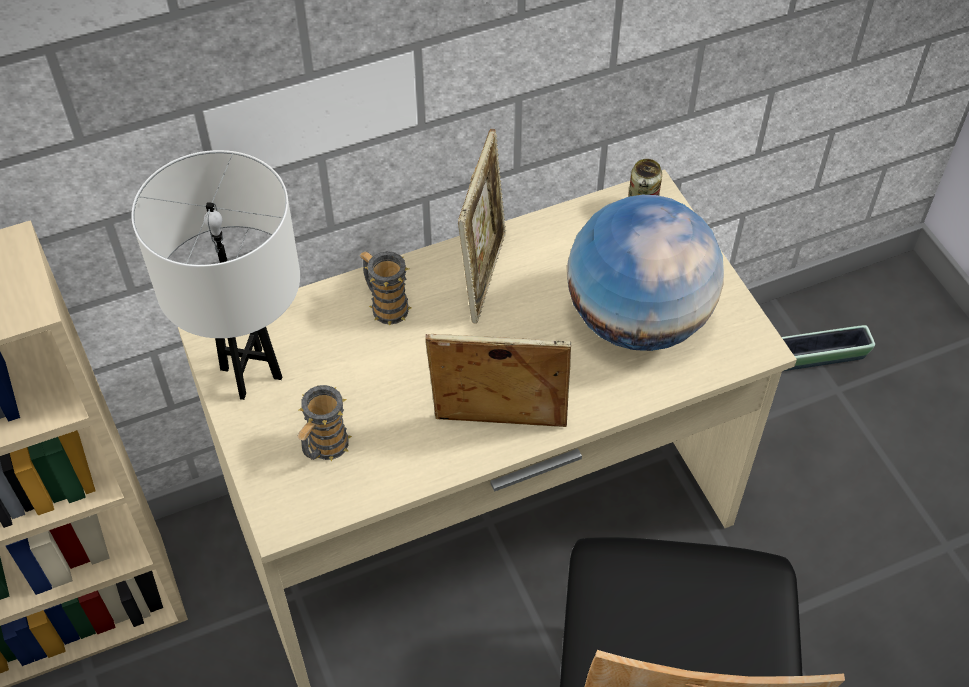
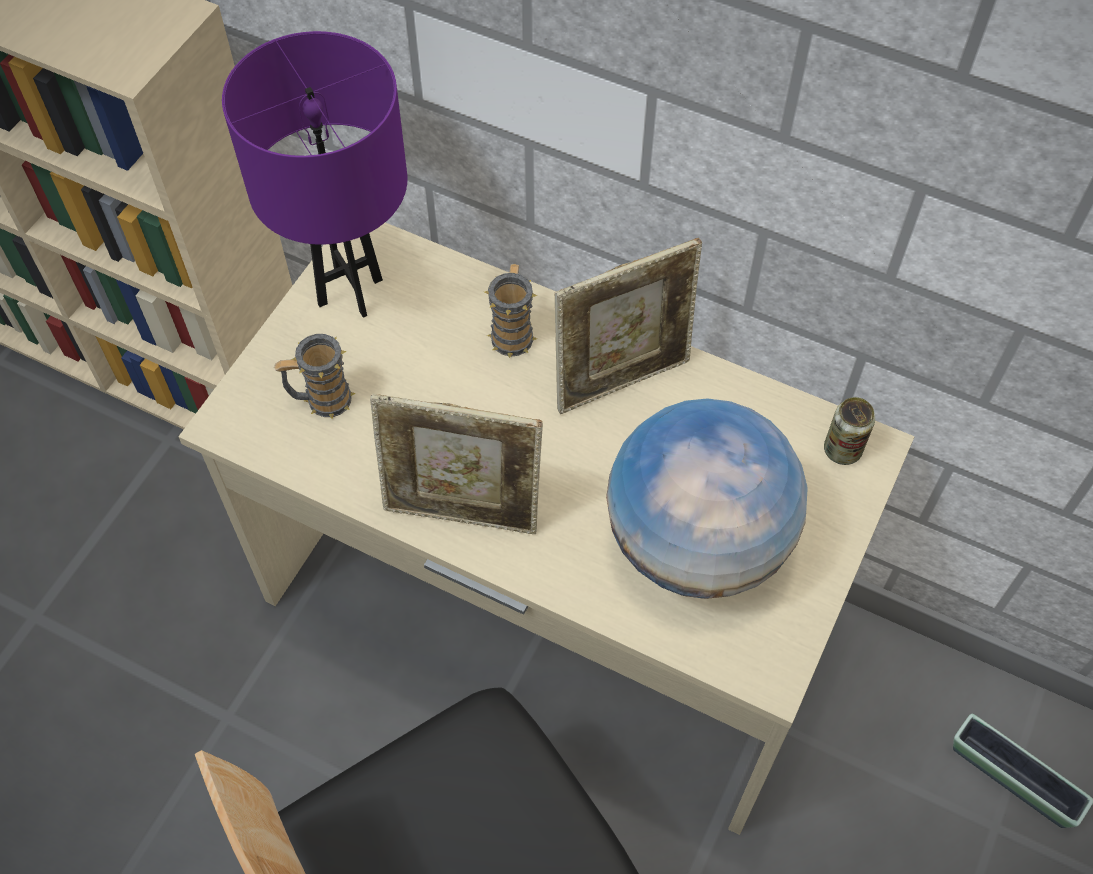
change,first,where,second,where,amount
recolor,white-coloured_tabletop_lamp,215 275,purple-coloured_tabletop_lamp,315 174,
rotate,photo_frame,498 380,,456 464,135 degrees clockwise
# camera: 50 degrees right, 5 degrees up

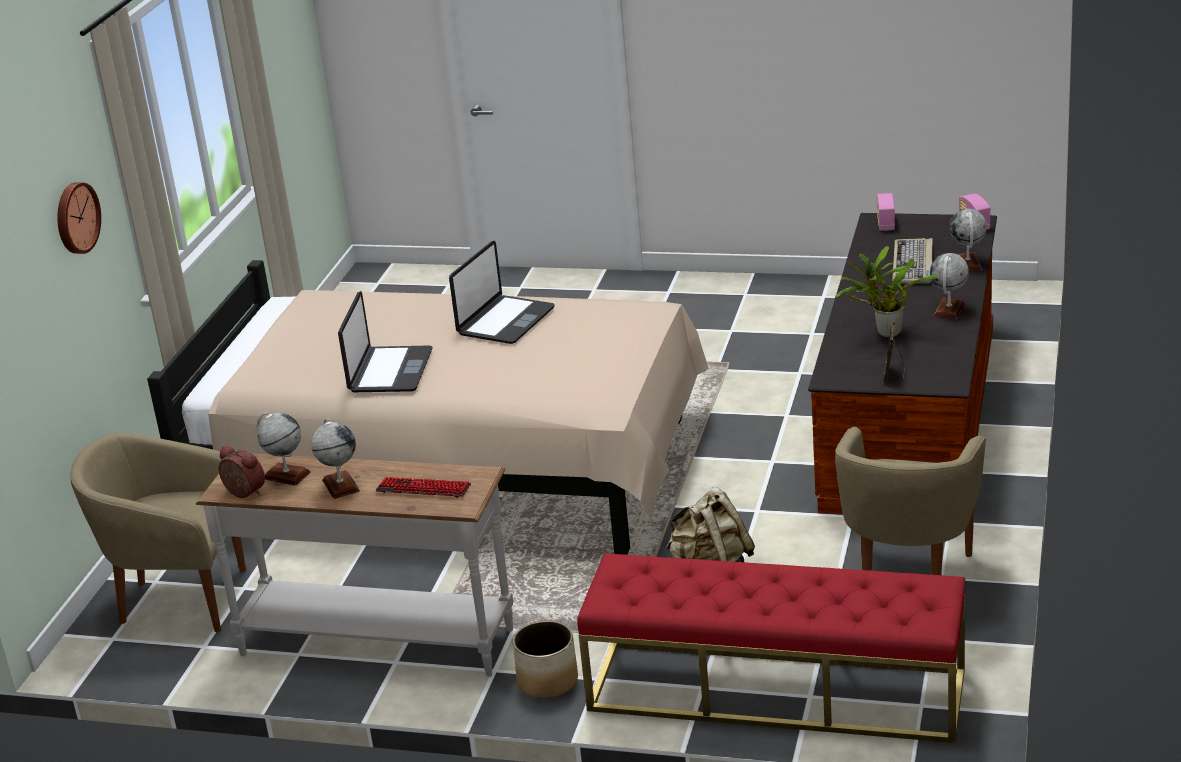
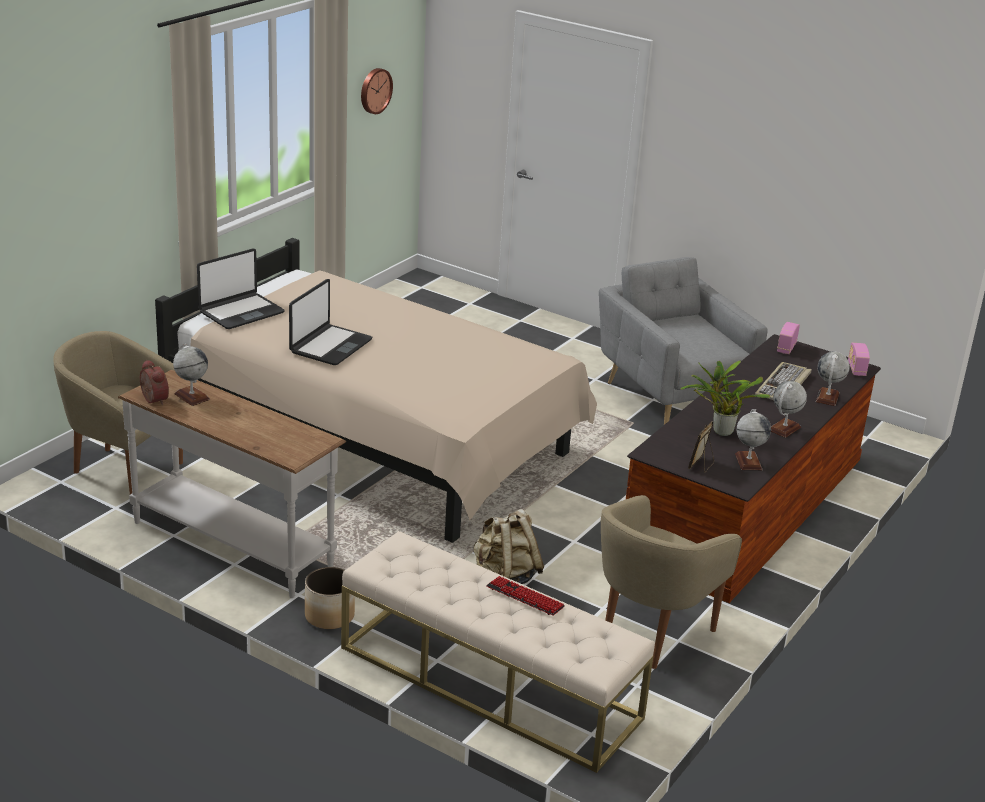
change,first,where,second,where,amount
move,notebook_computer,502 292,,241 289,
recolor,red_indoor_bench,771 648,sand-coloured_indoor_bench,498 652,
move,clock_on_the_wall,79 218,,377 91,
move,computer_keyboard,423 487,,525 596,
insert,,,greyish_lounge_chair,683 341,
move,world_globe,335 459,,753 439,
# camera: 15 degrees right, 0 degrees up

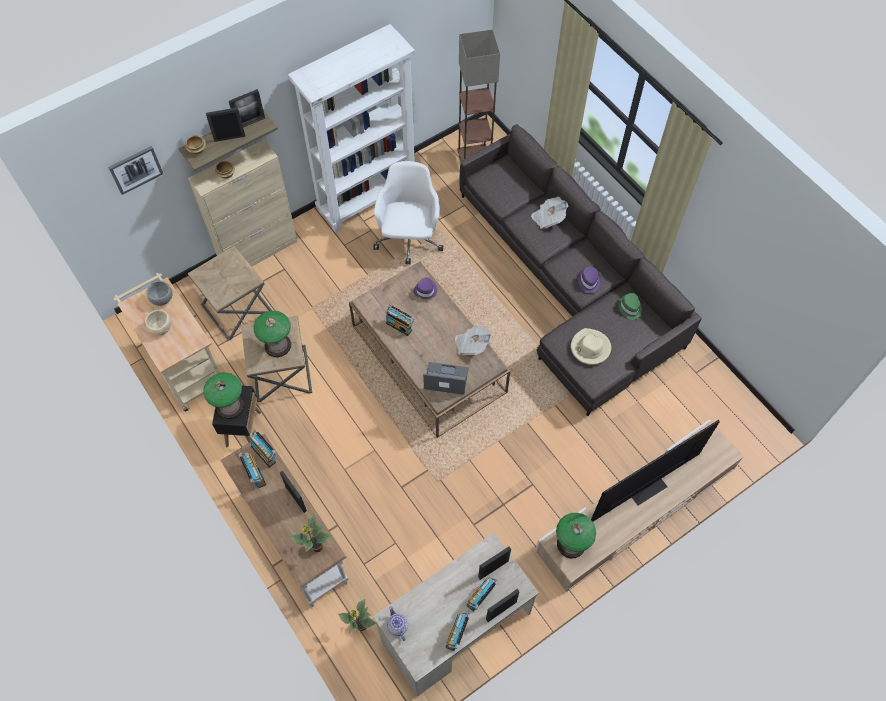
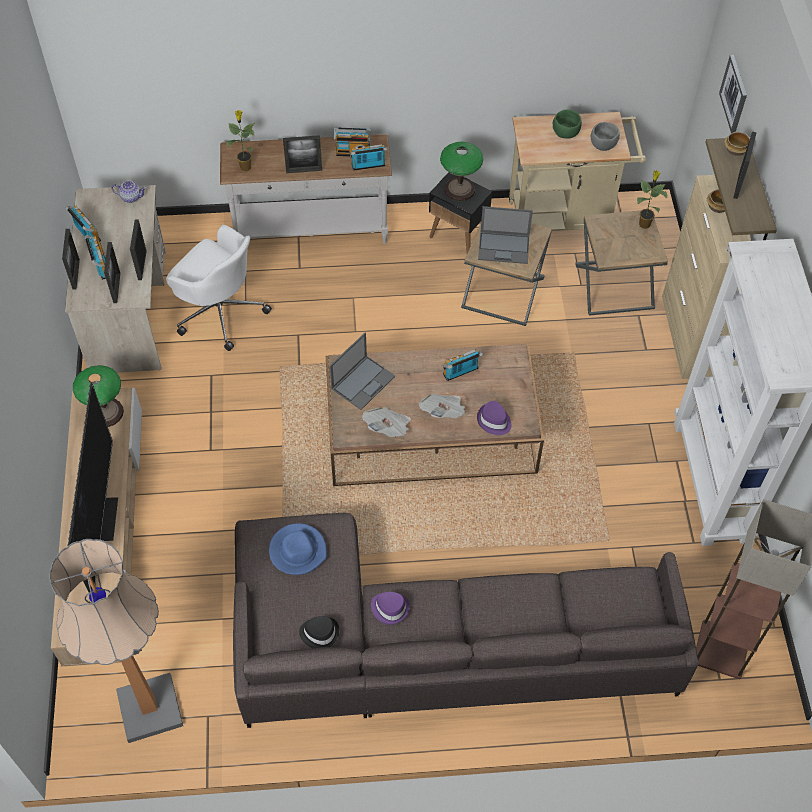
change,first,where,second,where,amount
insert,,,floor_lamp,116 641,
move,photo_frame,247 108,,138 250,
move,white-coloured_computer_chair,408 212,,219 288,
recolor,sand-coloured_wearable_hat,591 346,blue-coloured_wearable_hat,298 549,
recolor,green_wearable_hat,630 306,black_wearable_hat,319 632,
move,daily_paper,549 213,,442 405,
replace,tabletop_lamp,272 334,notebook_computer,505 235,
recolor,sand-coloured_bowl,158 322,green_bowl,567 124,
move,potted_plant,357 615,,652 199,
# camera: 120 degrees right, 5 degrees down

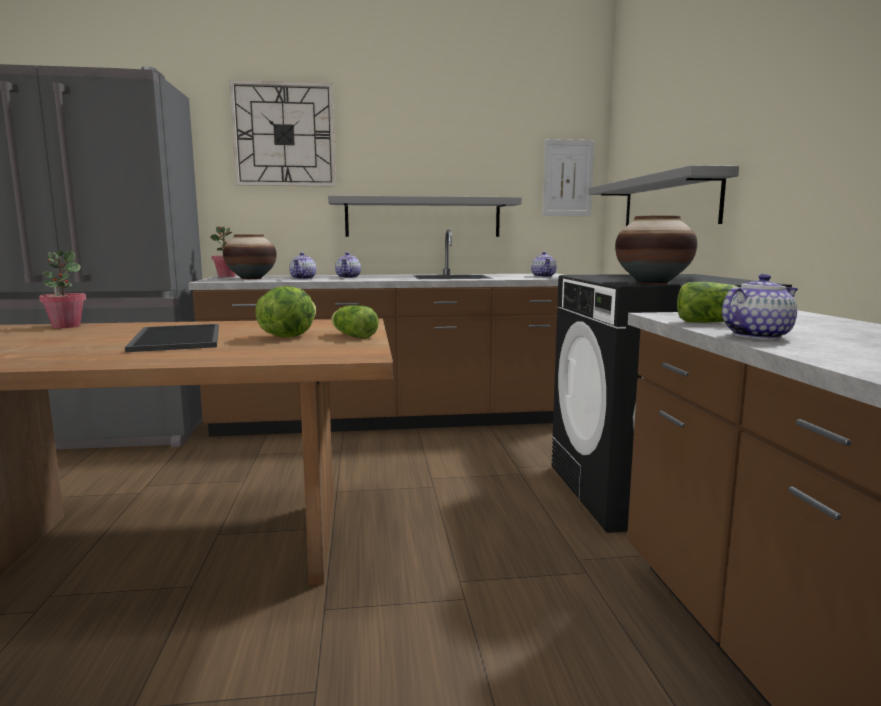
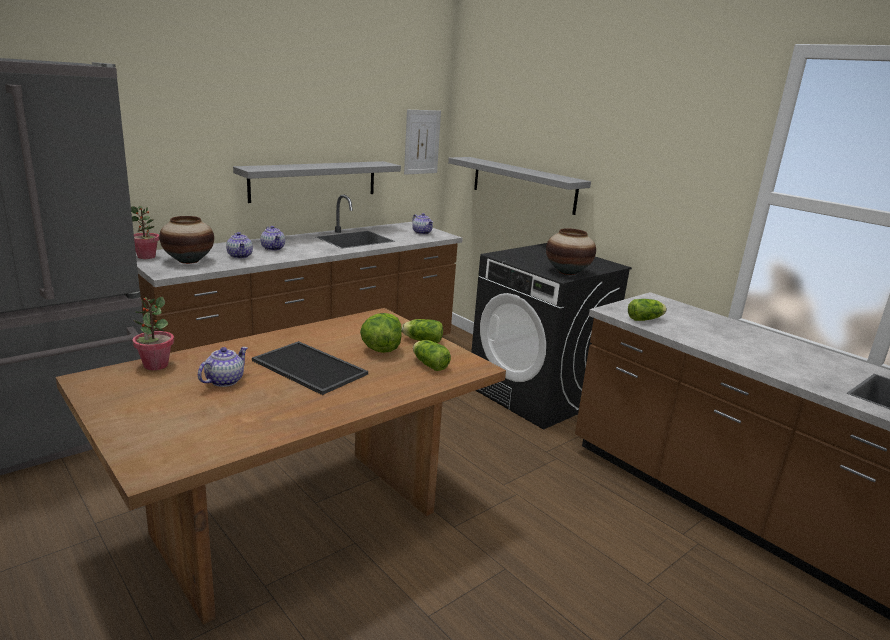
change,first,where,second,where,amount
move,tea_pot,760 307,,223 367,
insert,,,head_of_lettuce,432 355,
delete,clock_on_the_wall,282 133,,,
# camera: 35 degrees left, 10 degrees up

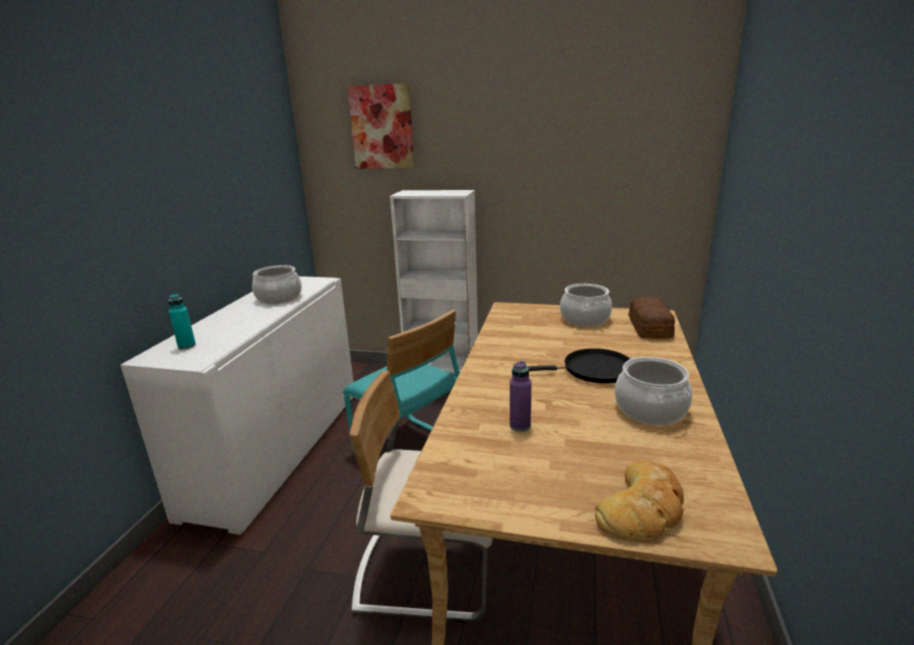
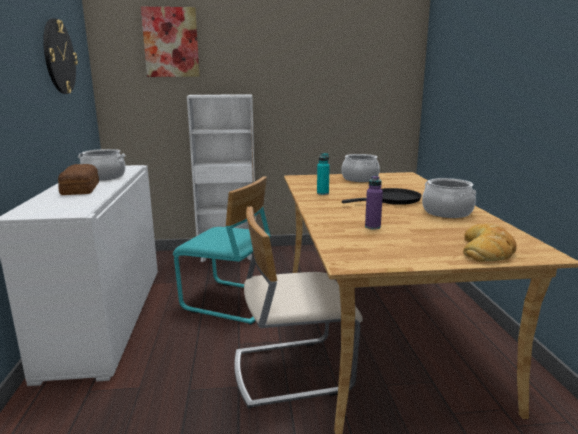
change,first,where,second,where,amount
insert,,,clock_on_the_wall,60 56,
move,bread,652 318,,78 179,
move,blue-green_beverage_bottle,182 321,,323 174,
# camera: 20 degrees left, 5 degrees down

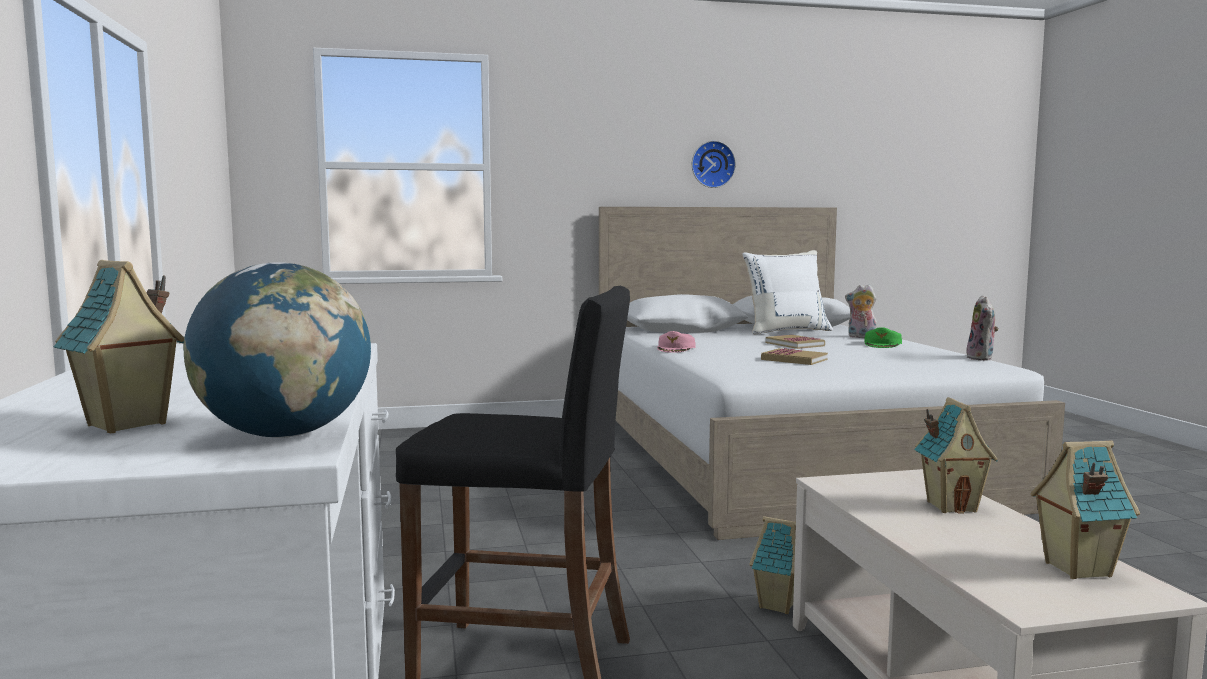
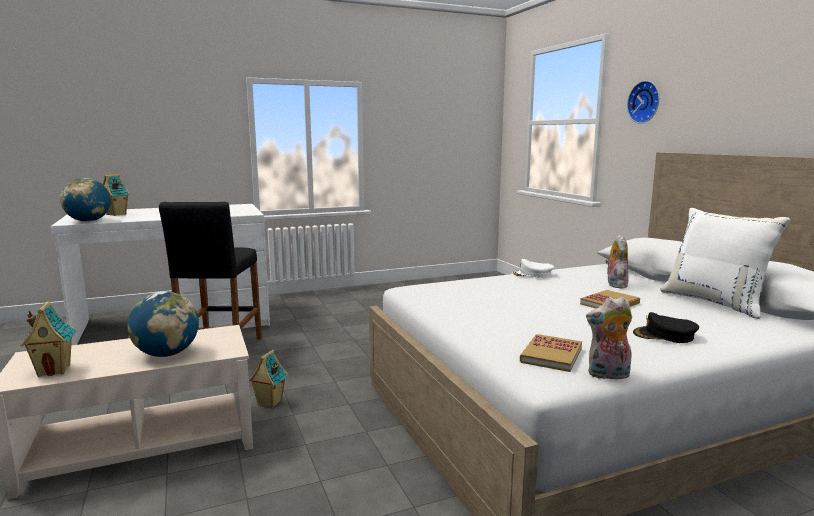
change,first,where,second,where,amount
replace,toy_house,956 455,world_globe,163 324,
recolor,pink-coloured_baseball_cap,676 342,white-coloured_baseball_cap,533 268,
move,bound_book,794 356,,551 353,
move,soft_toy,861 311,,617 261,
move,clock_on_the_wall,714 164,,643 102,
recolor,green_baseball_cap,883 337,black_baseball_cap,666 327,
# camera: 80 degrees right, 5 degrees up

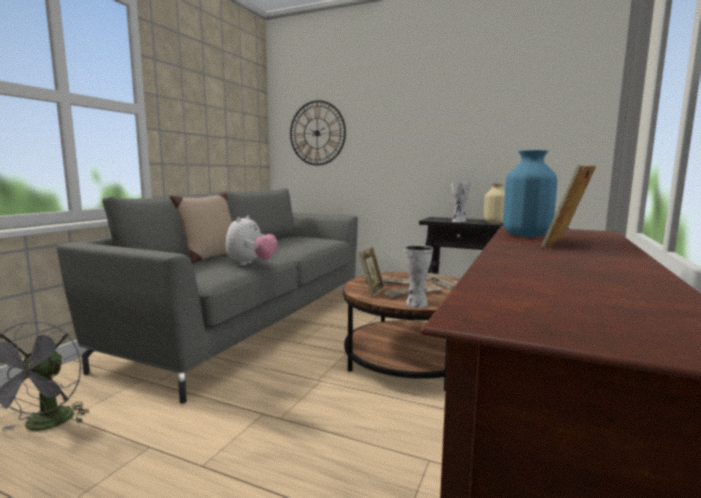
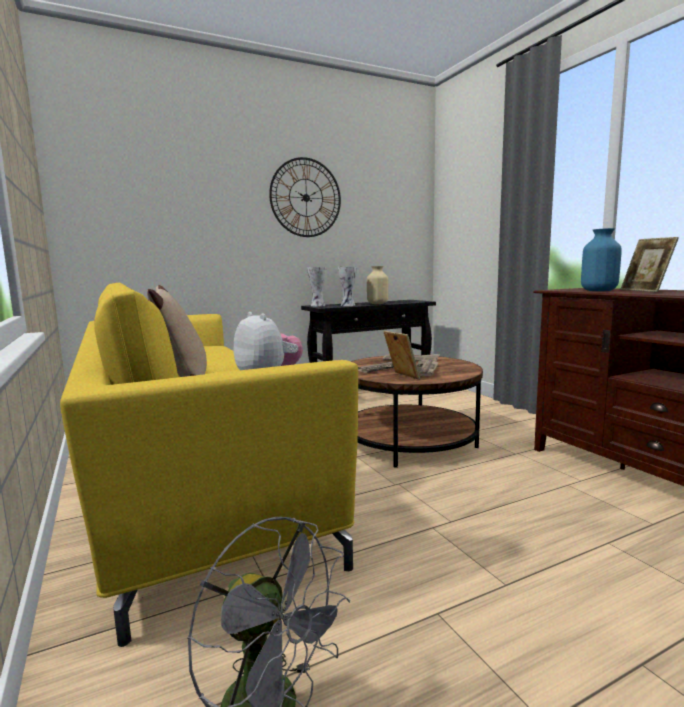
change,first,where,second,where,amount
recolor,greyish_couch,207 295,yellow_couch,209 464,
move,clock_on_the_wall,318 132,,305 197,
move,flower_vase,418 276,,316 287,
# camera: 50 degrees left, 0 degrees up

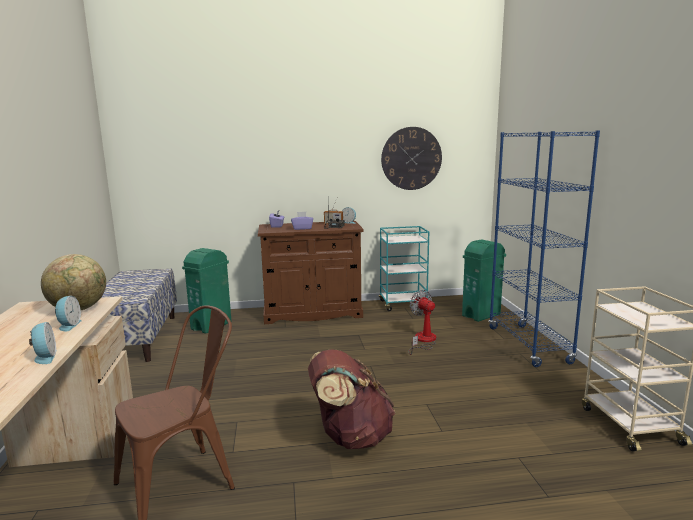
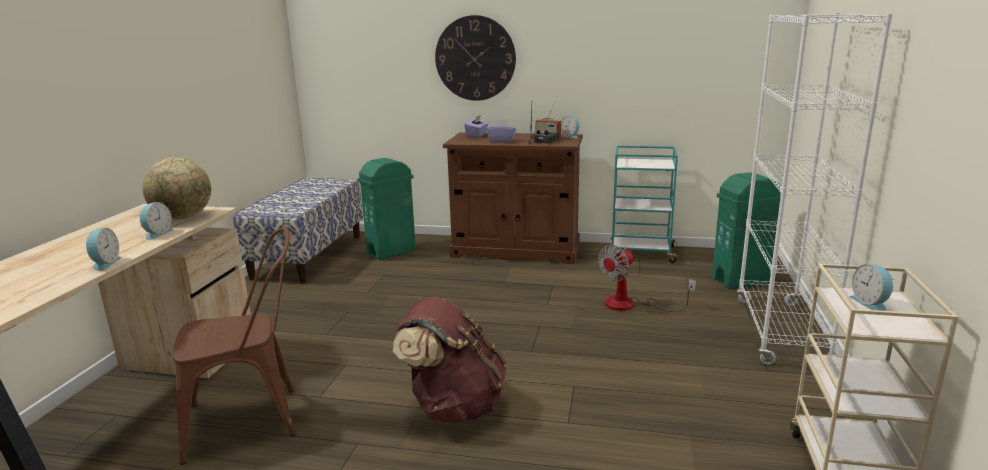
change,first,where,second,where,amount
move,clock_on_the_wall,411 158,,475 58,
rotate,electric_fan,422 322,,647 278,120 degrees counterclockwise
recolor,blue-coloured_bookshelf,544 248,white-coloured_bookshelf,815 188,
insert,,,bedside_clock,872 287,
# camera: 20 degrees right, 5 degrees up

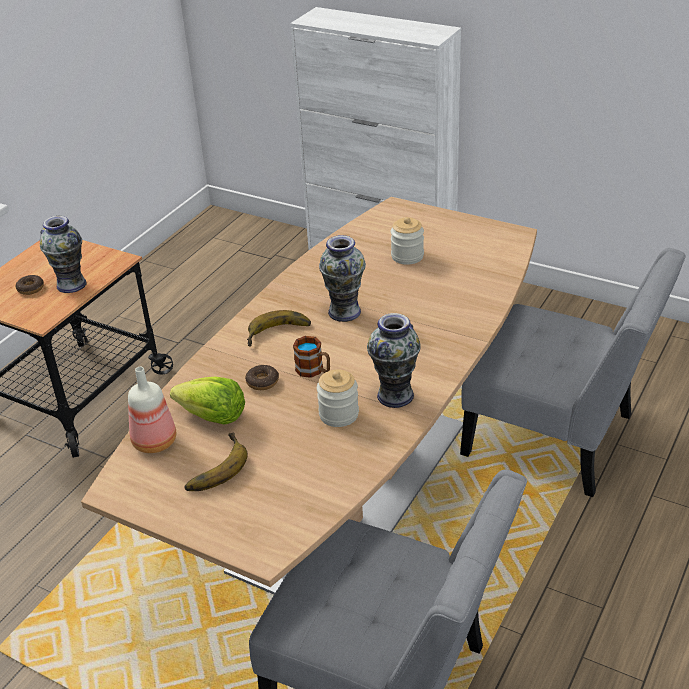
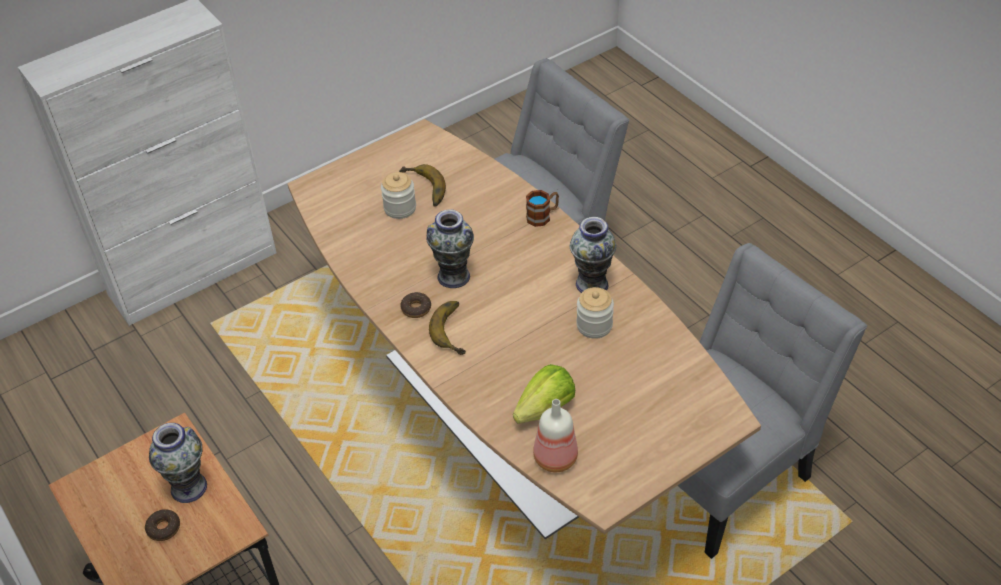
change,first,where,second,where,amount
move,banana_fruit,216 462,,422 185,
move,ring_doughnut,262 377,,415 305,
move,tea_mug,311 357,,542 208,
# camera: 65 degrees left, 10 degrees up

